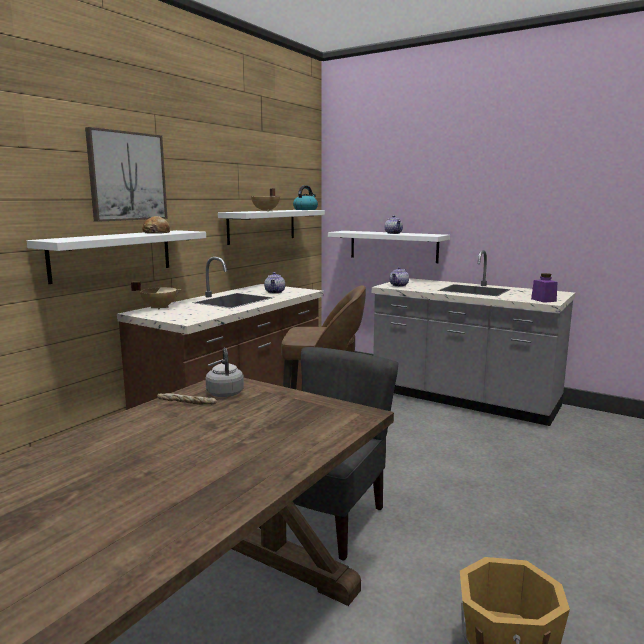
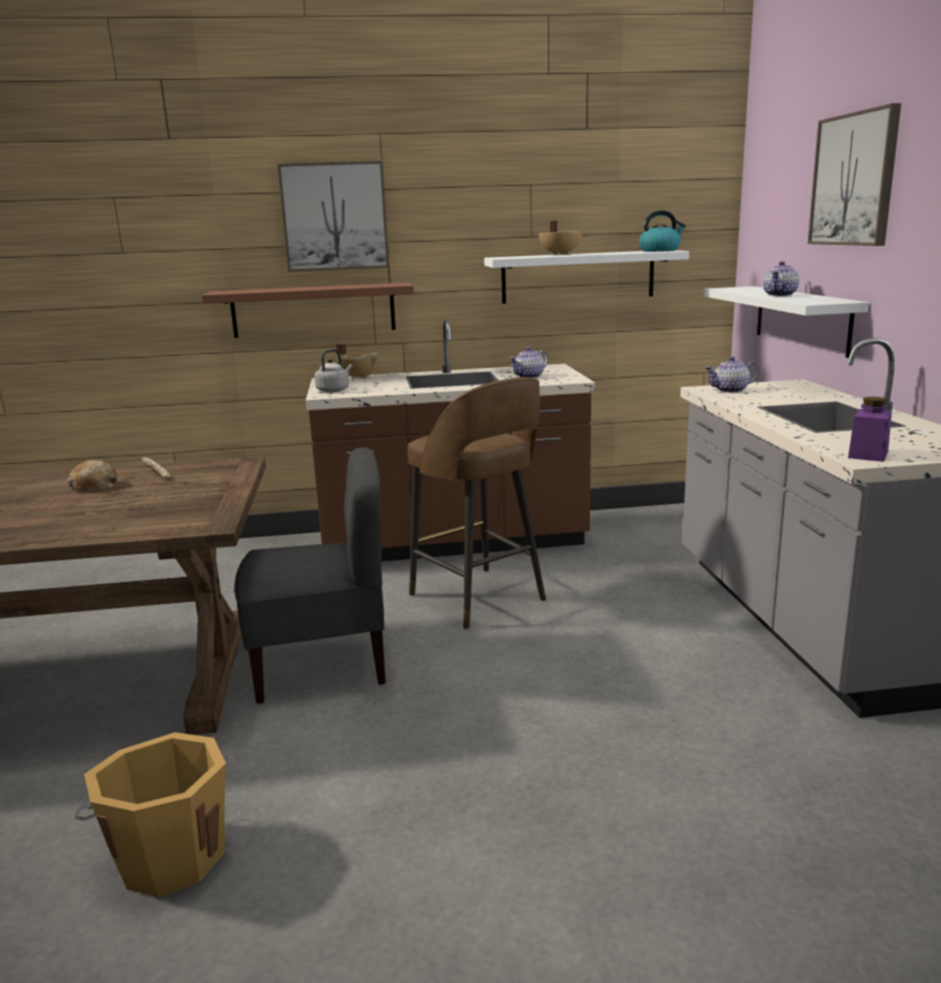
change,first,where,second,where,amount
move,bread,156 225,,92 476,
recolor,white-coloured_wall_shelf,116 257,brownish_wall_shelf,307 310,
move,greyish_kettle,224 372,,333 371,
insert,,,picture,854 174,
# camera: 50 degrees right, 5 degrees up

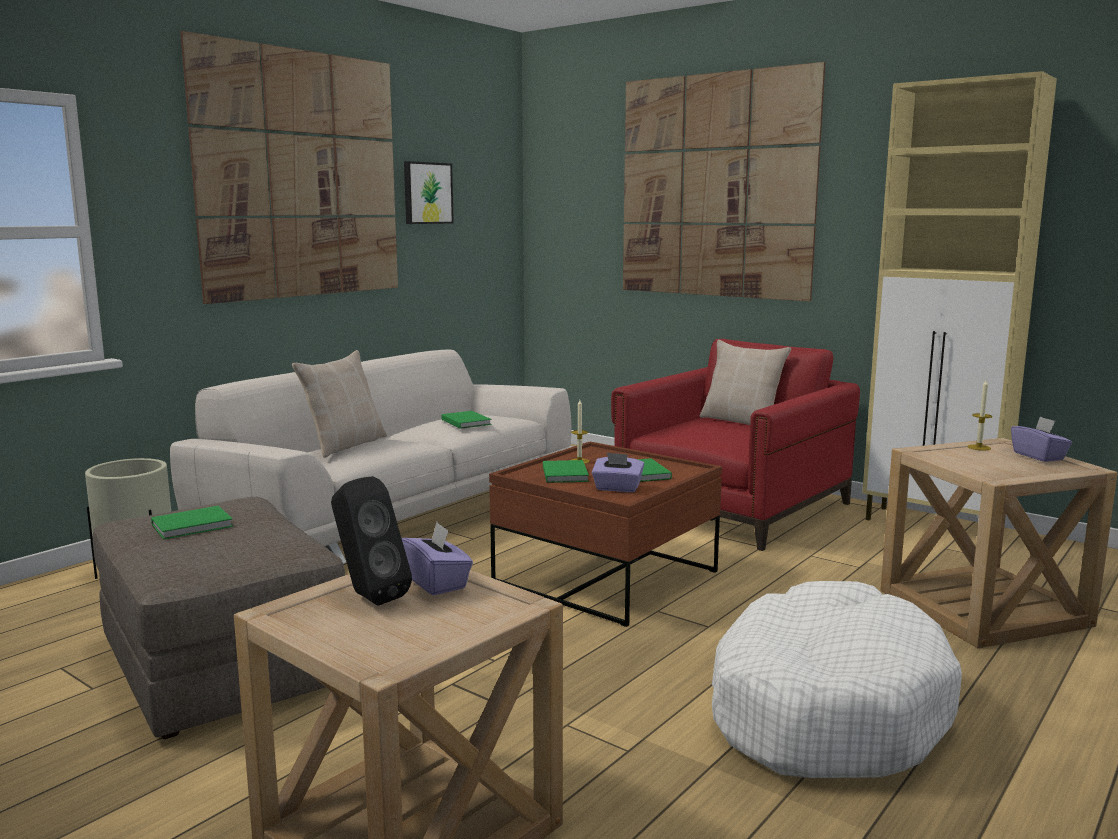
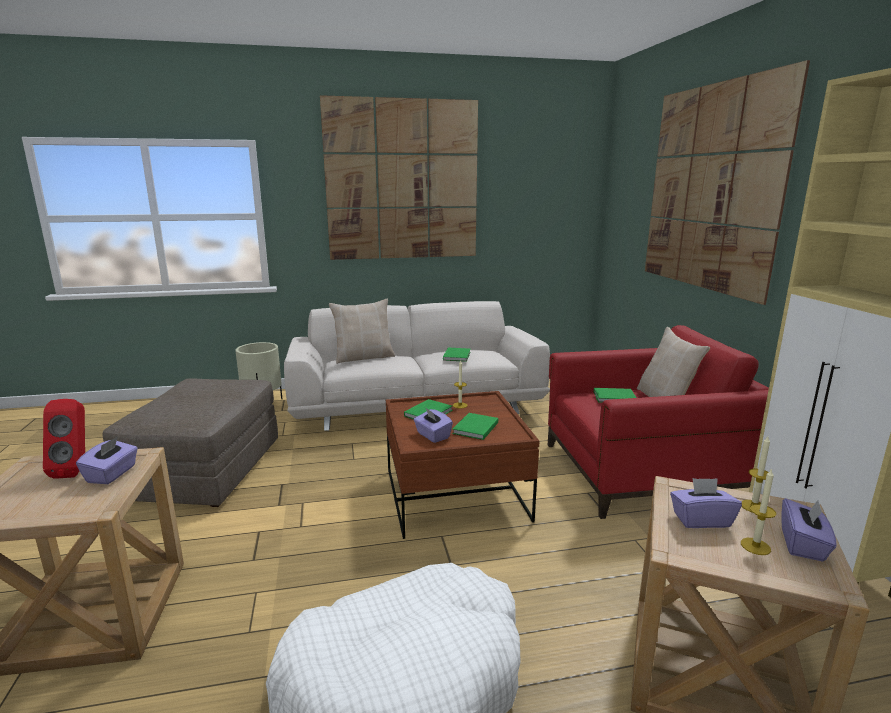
change,first,where,second,where,amount
recolor,black_audio_speaker,371 541,red_audio_speaker,64 439,
move,green_bound_book,192 523,,615 395,
insert,,,purple-coloured_tissue_box,706 503,
insert,,,wax_light,758 511,
delete,picture,429 192,,,
# camera: 40 degrees right, 5 degrees up

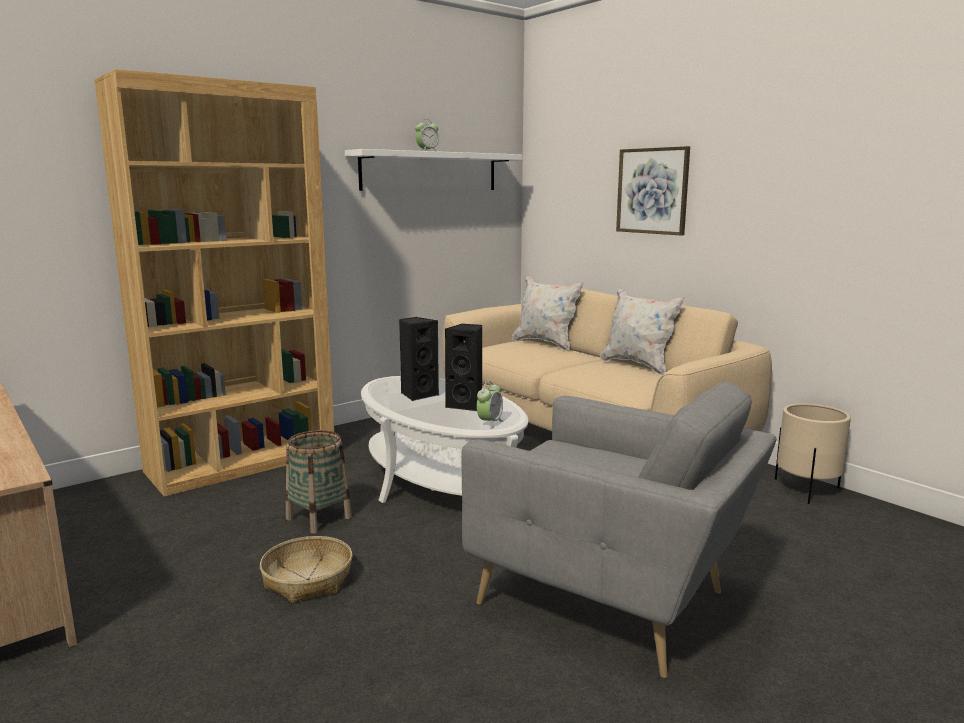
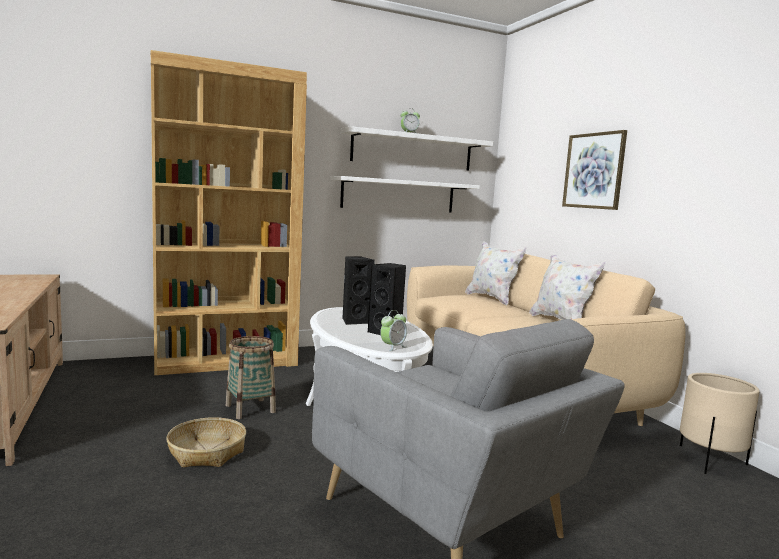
change,first,where,second,where,amount
insert,,,white-coloured_wall_shelf,405 194,
# camera: 15 degrees right, 5 degrees down

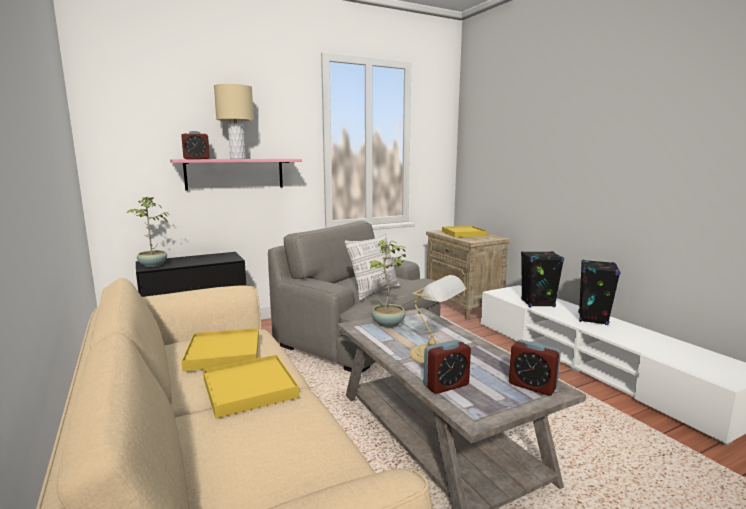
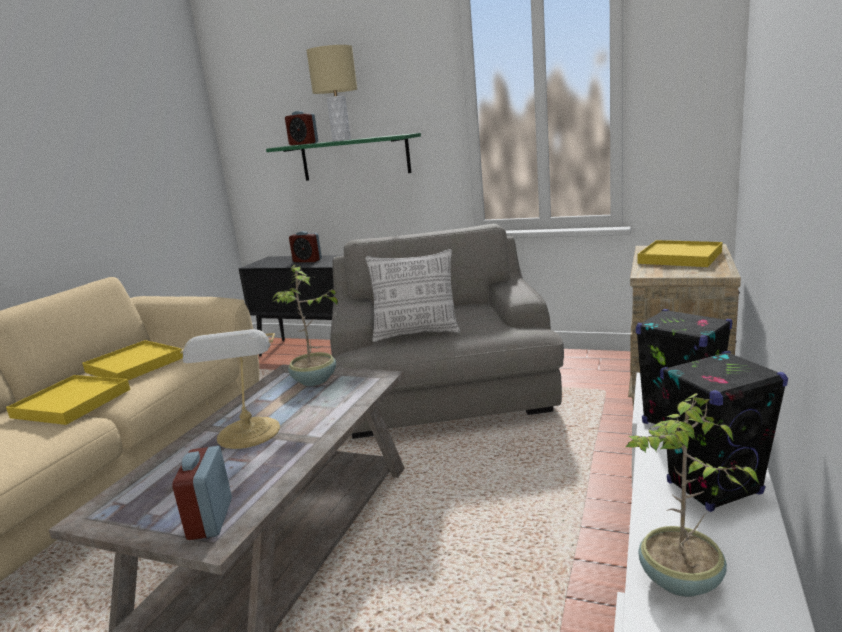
change,first,where,second,where,amount
recolor,pink-coloured_wall_shelf,236 175,green_wall_shelf,343 157,
move,bedside_clock,447 367,,305 246,
move,potted_plant,148 231,,692 495,
# camera: 50 degrees right, 5 degrees up

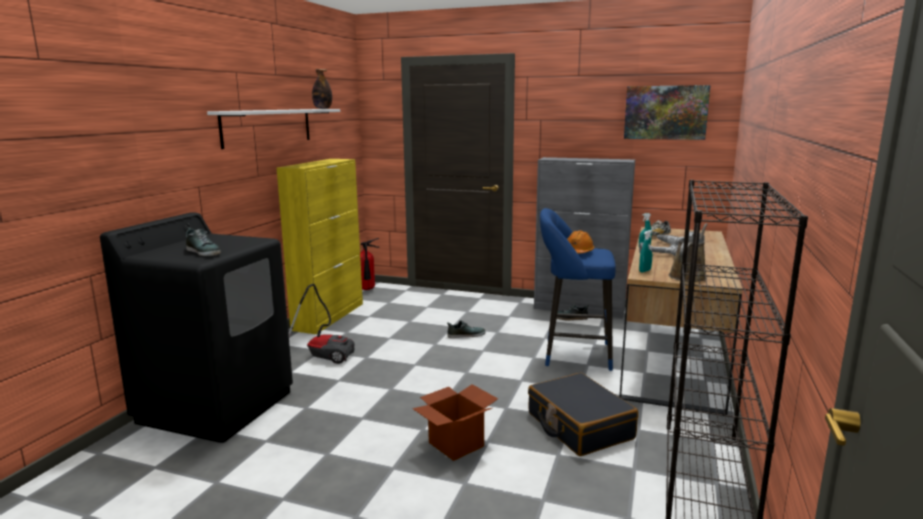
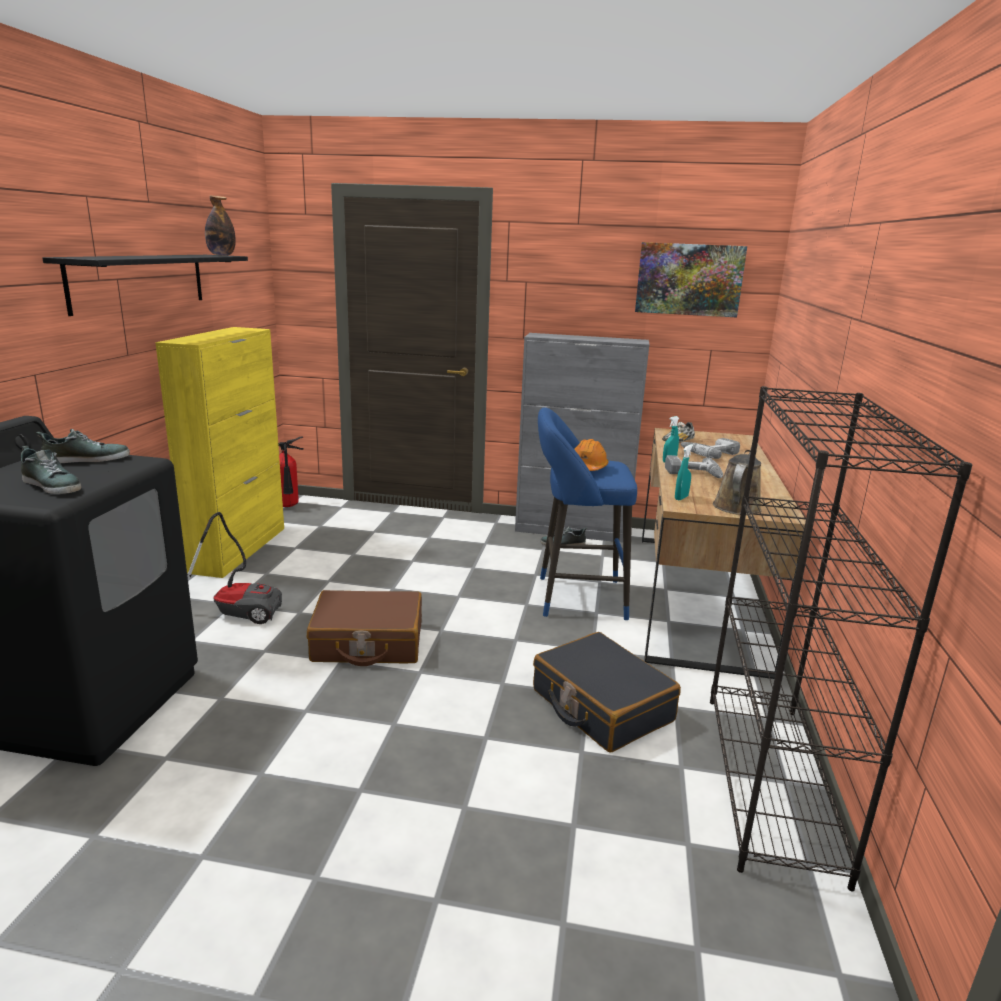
change,first,where,second,where,amount
move,shoe,466 329,,83 446,
recolor,white-coloured_wall_shelf,273 129,black_wall_shelf,145 285,
insert,,,brownish_suitcase,364 628,
delete,cardboard_box,455 422,,,
# camera: 10 degrees left, 5 degrees up

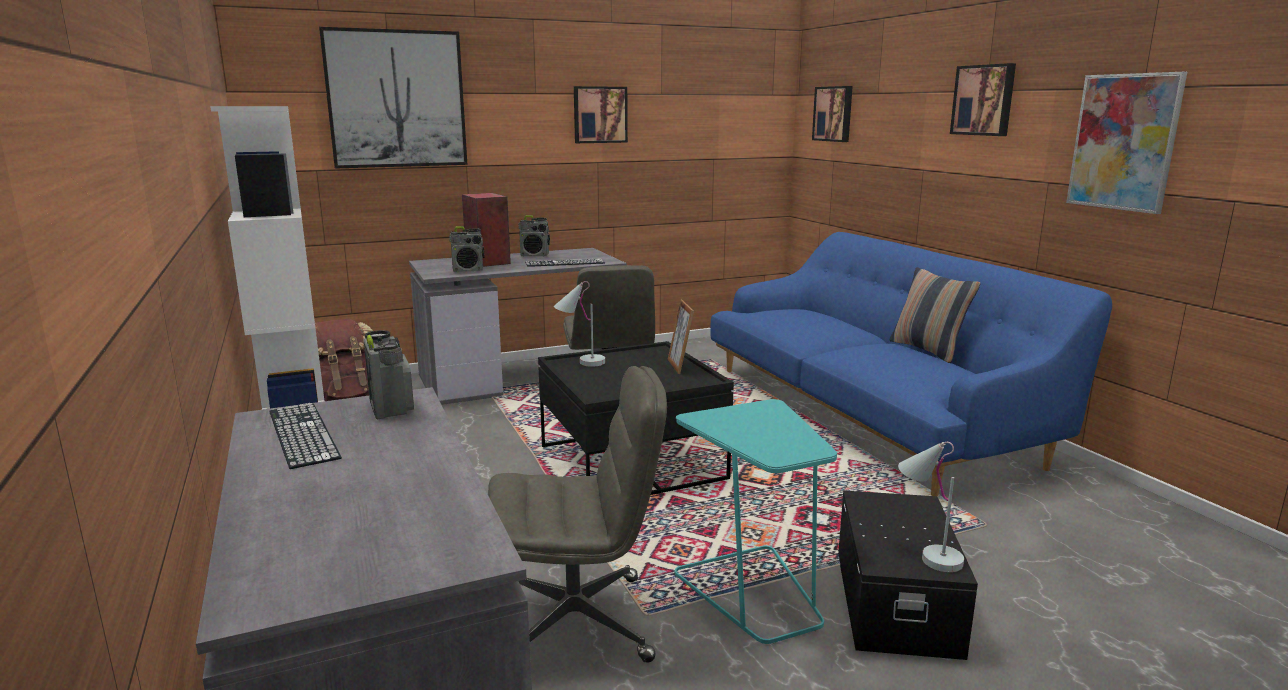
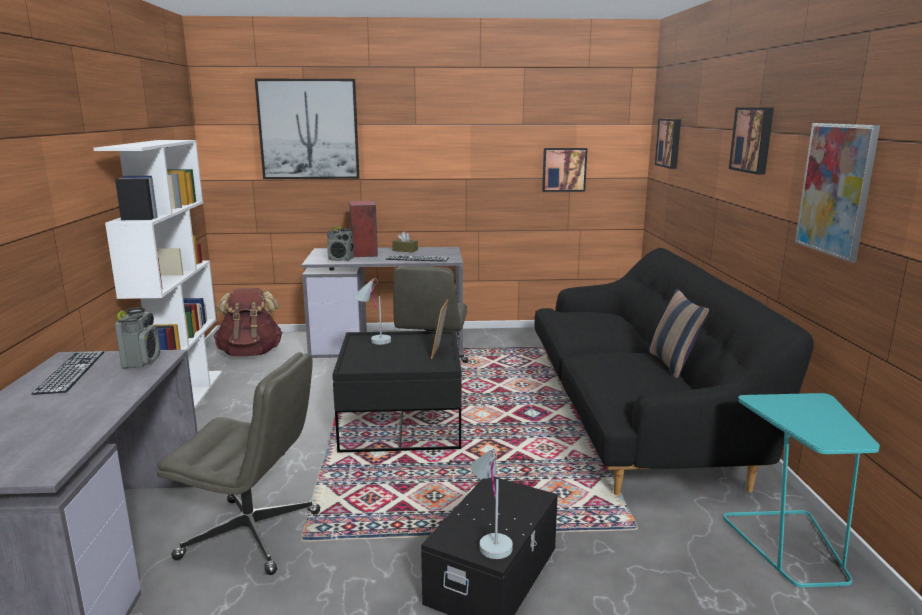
change,first,where,second,where,amount
replace,radio,534 235,brownish_tissue_box,405 242,
recolor,blue-coloured_couch,911 364,black_couch,674 371,
move,picture,601 114,,564 170,
move,blue-green_end_table,756 521,,801 490,
# camera: 20 degrees right, 0 degrees up

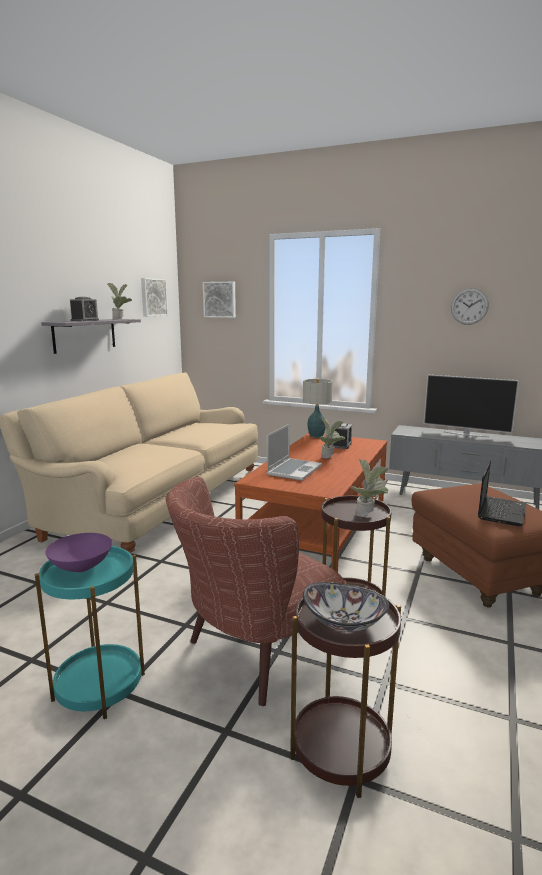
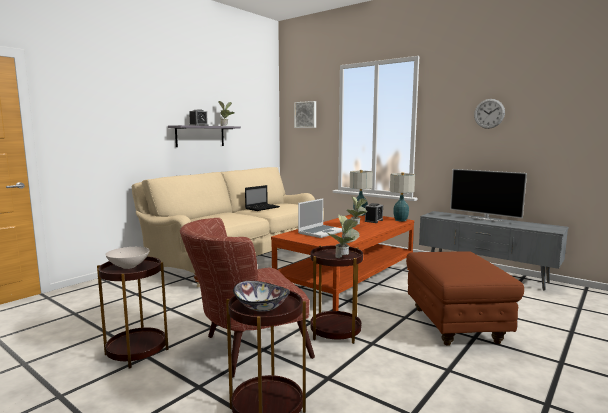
change,first,where,second,where,amount
recolor,blue-green_end_table,90 632,brownish_end_table,133 312,
recolor,purple-coloured_bowl,78 553,white-coloured_bowl,127 258,
move,notebook_computer,502 493,,262 198,
insert,,,tabletop_lamp,402 197,
delete,picture,154 297,,,
# camera: 15 degrees right, 5 degrees down

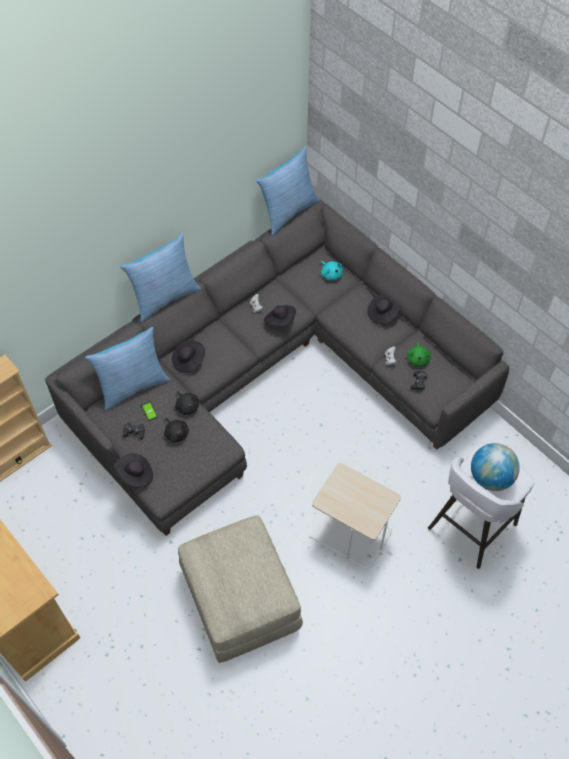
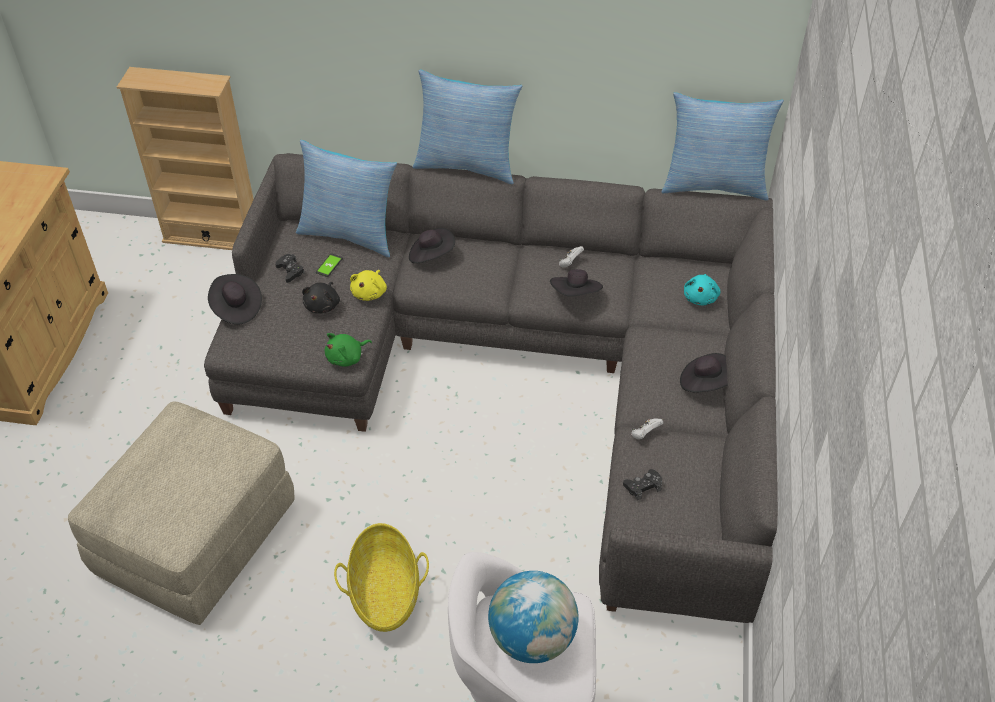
change,first,where,second,where,amount
move,green_soft_toy,419 354,,348 350,
replace,sand-coloured_end_table,355 516,basket,381 577,
recolor,black_soft_toy,187 403,yellow_soft_toy,368 285,
# camera: 50 degrees right, 10 degrees down

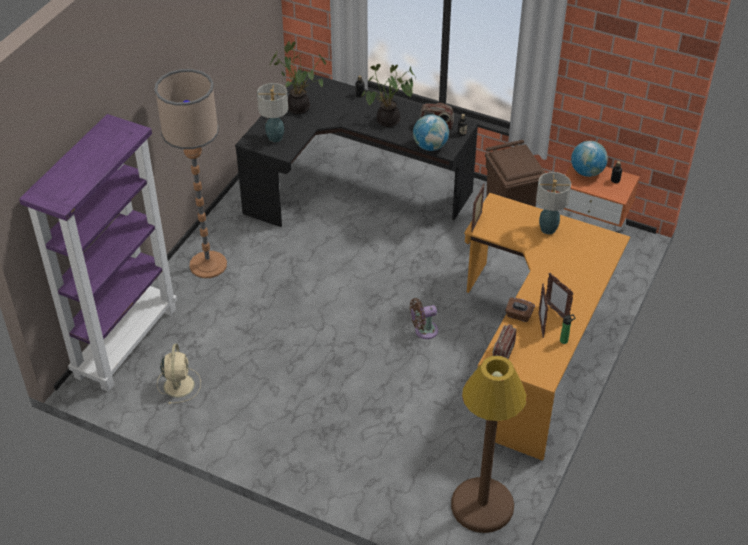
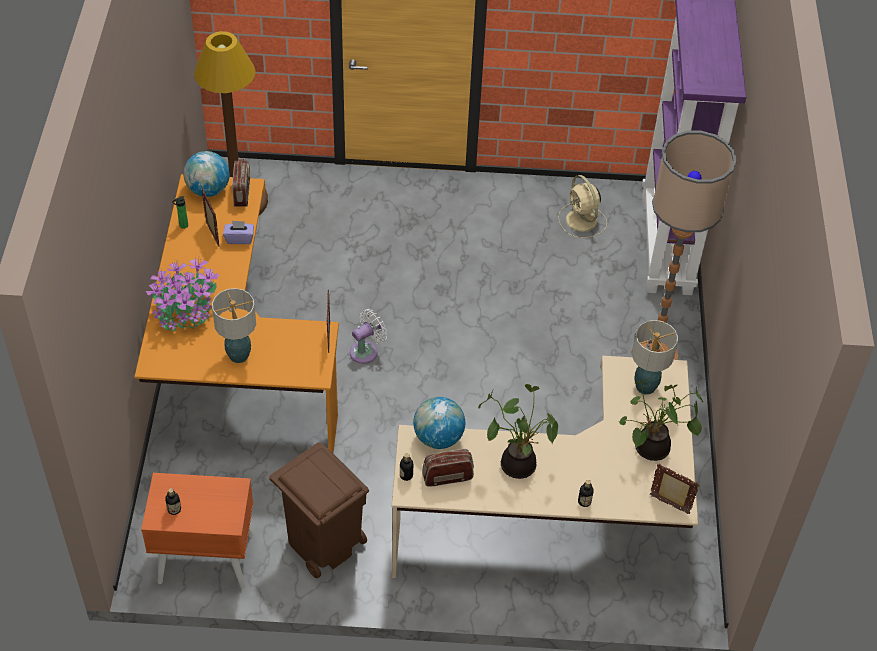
change,first,where,second,where,amount
insert,,,potted_plant,182 295,
move,world_globe,589 159,,206 174,
recolor,brownish_tissue_box,520 310,purple-coloured_tissue_box,238 232,
recolor,brownish_electric_fan,424 318,white-coloured_electric_fan,368 336,
recolor,black_desk_table,357 149,sand-coloured_desk_table,545 467,
move,photo_frame,560 295,,675 489,
# camera: 155 degrees right, 5 degrees up

